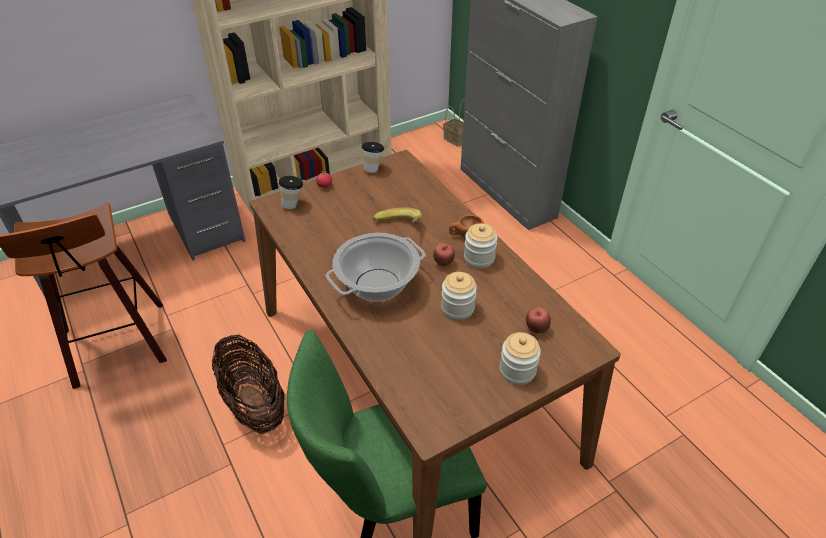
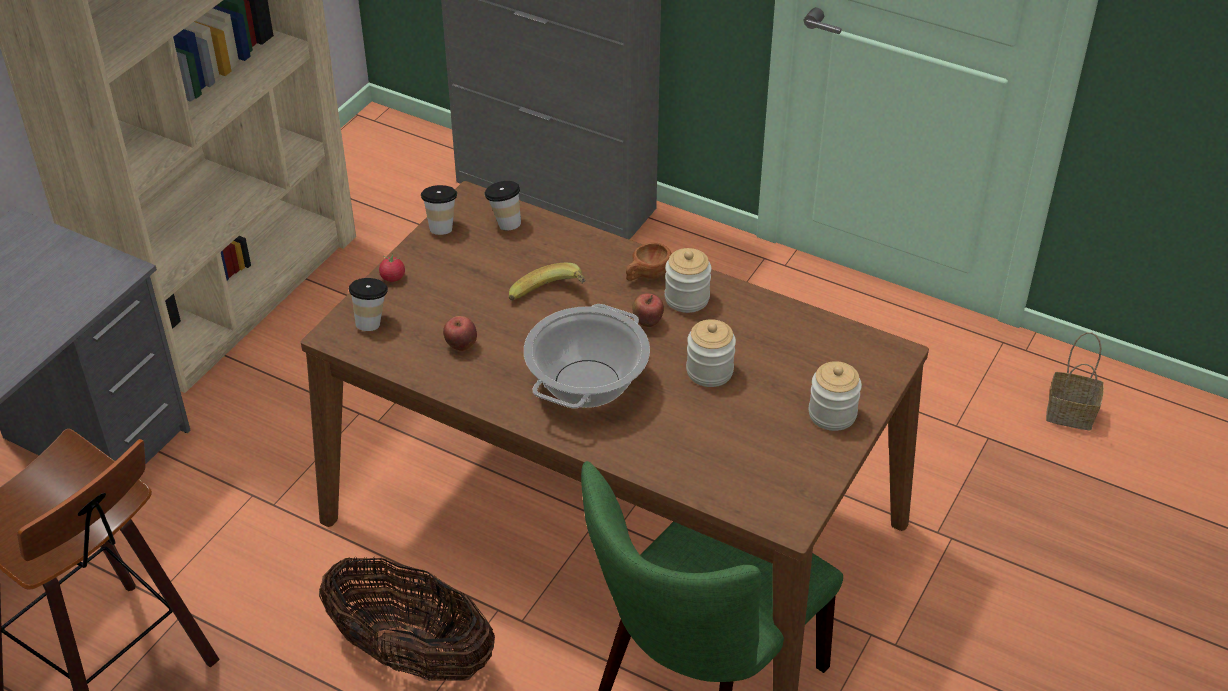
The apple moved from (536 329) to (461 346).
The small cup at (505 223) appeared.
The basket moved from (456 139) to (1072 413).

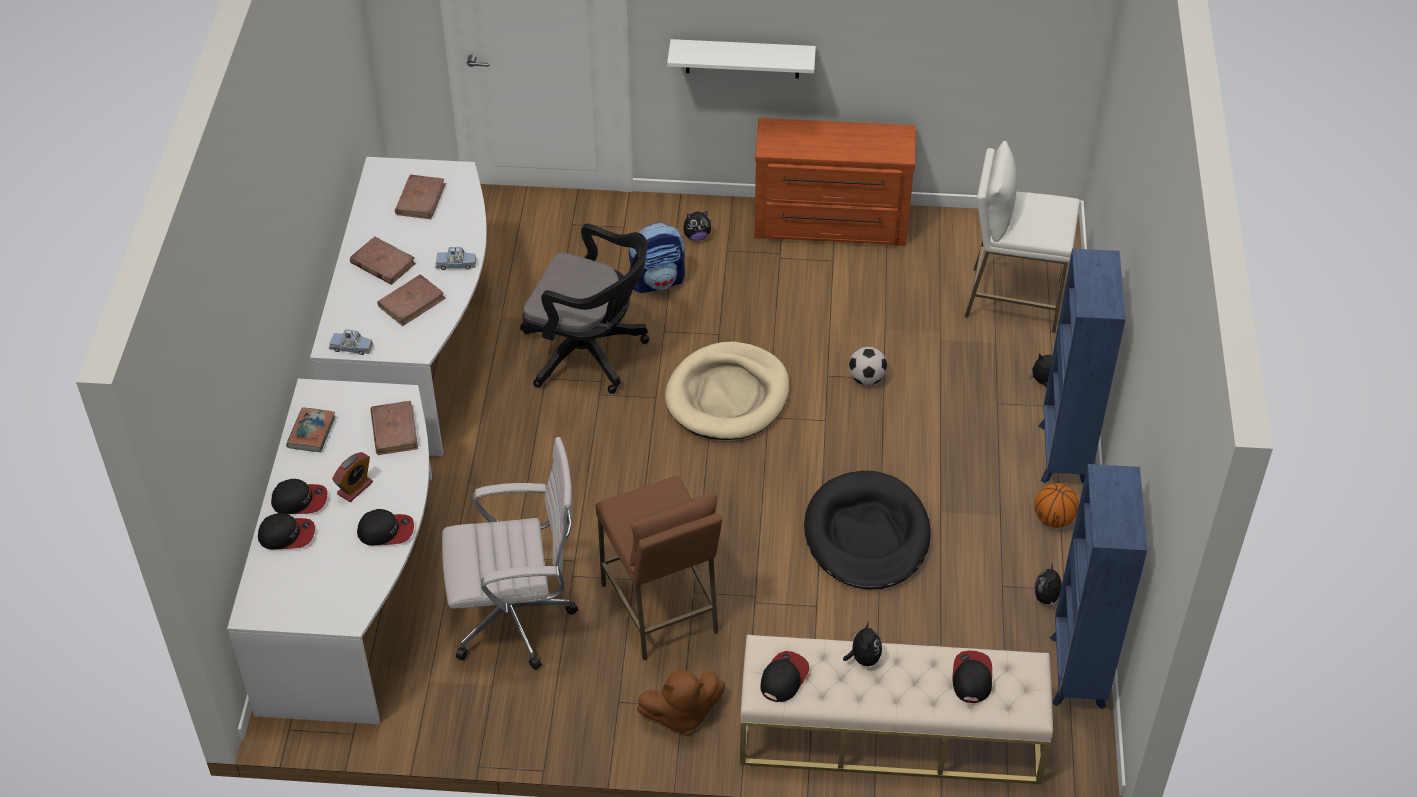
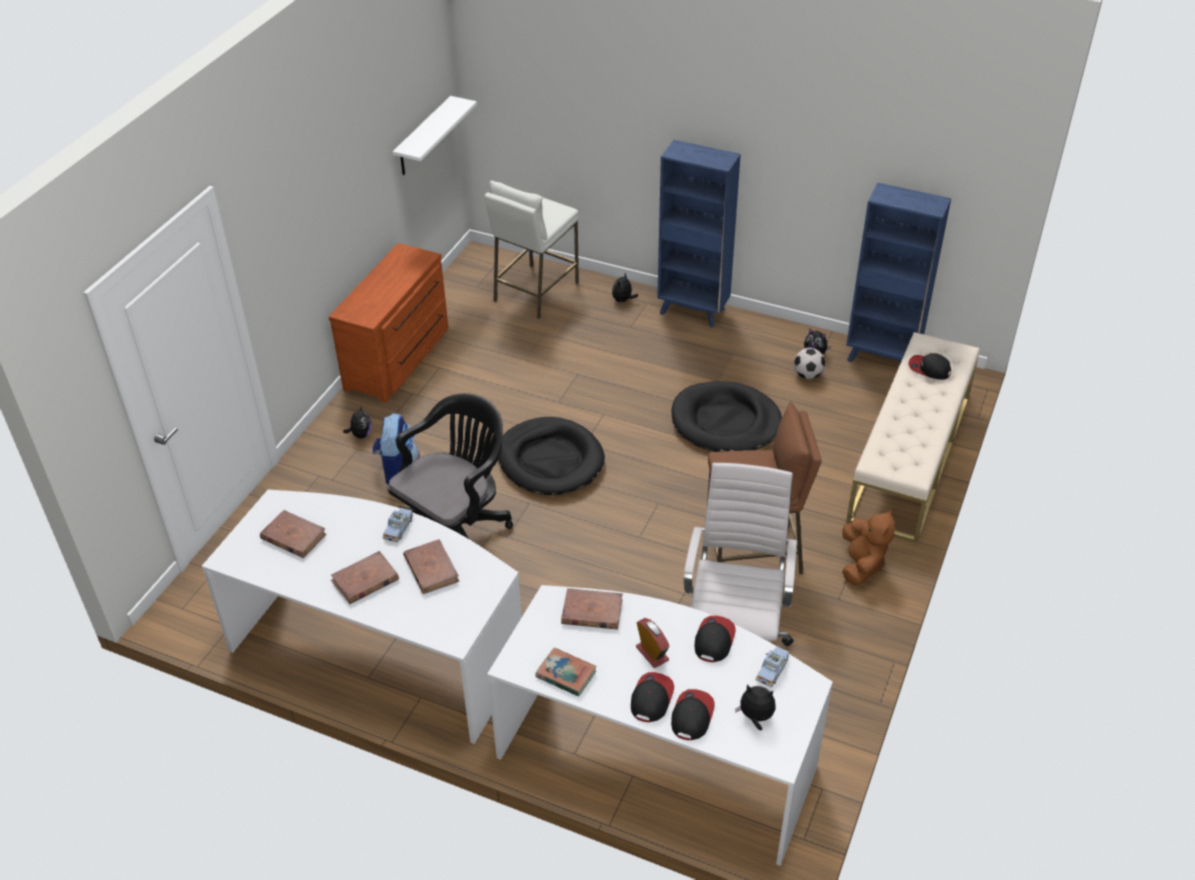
The white wall shelf moved from (742 58) to (423 137).
The beige dog cushion at (728 396) became the blackish dog cushion at (550 460).
The plush toy moved from (863 658) to (755 717).
The blue model car moved from (351 347) to (772 669).
The football ball moved from (866 378) to (807 375).
The cap at (783 678) disappeared.
The ball for basketball at (1053 519) disappeared.

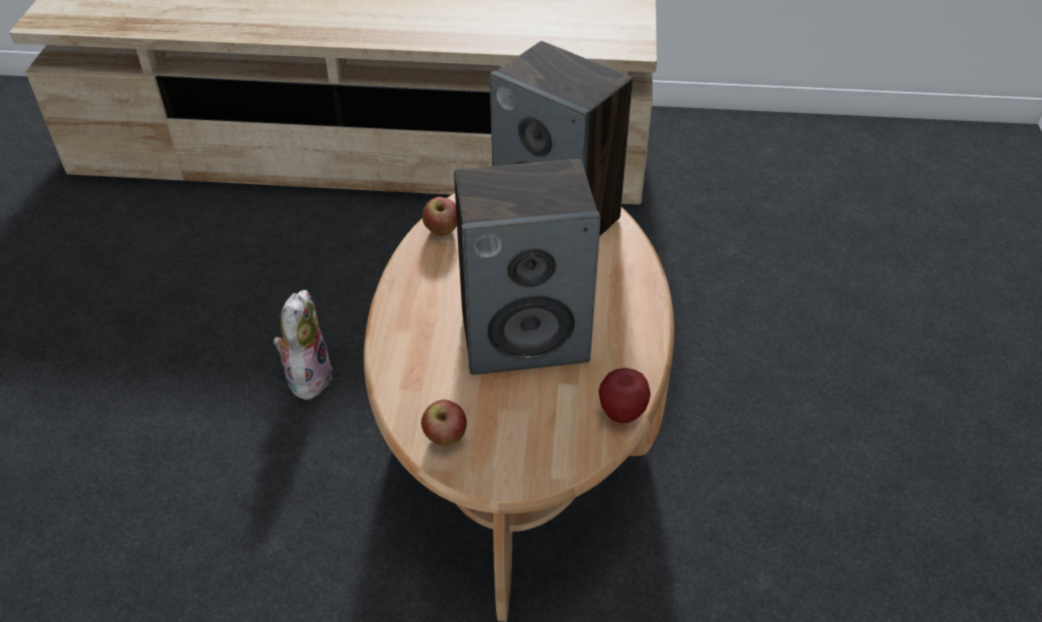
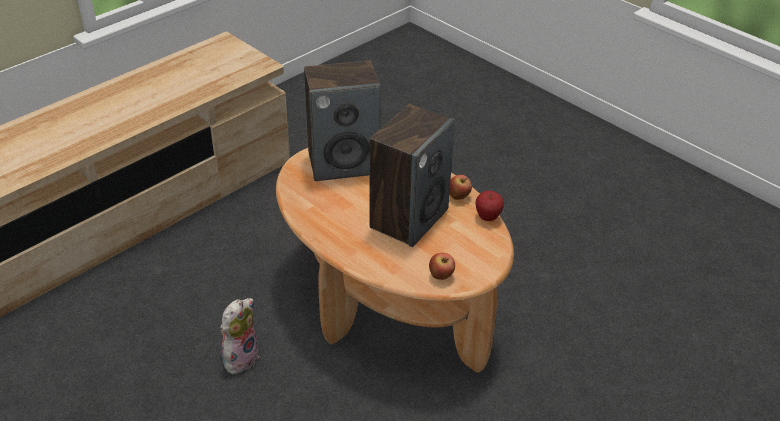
The plush toy at (307 376) turned 75 degrees clockwise.
The apple moved from (442 231) to (459 197).

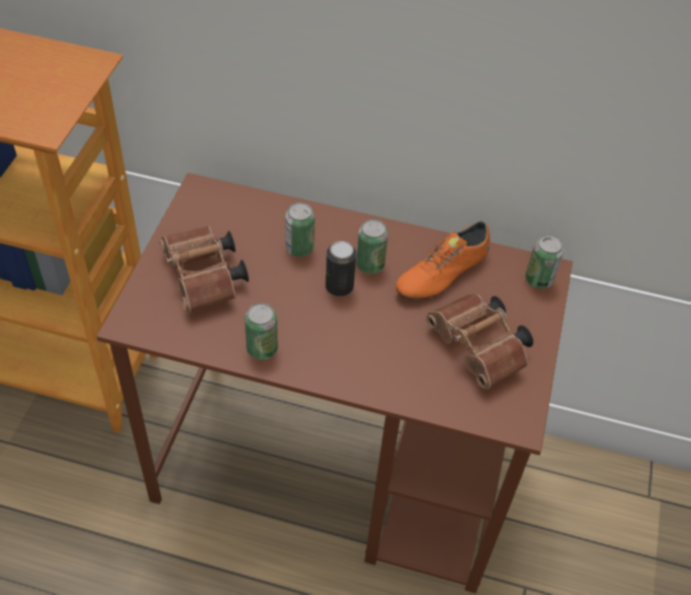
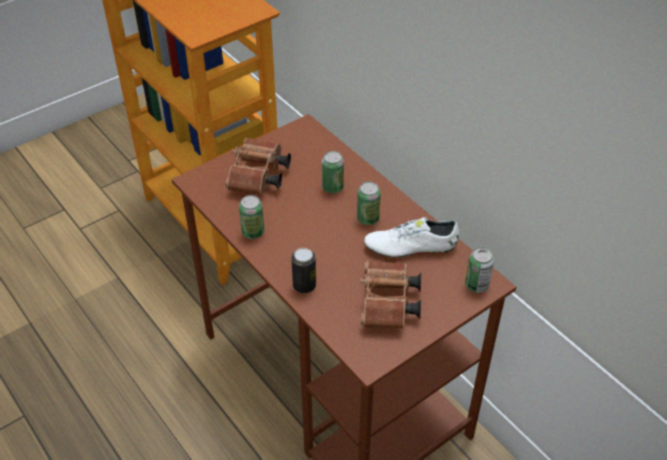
The can moved from (339 287) to (304 285).
The orange shoe at (442 274) became the white shoe at (410 247).

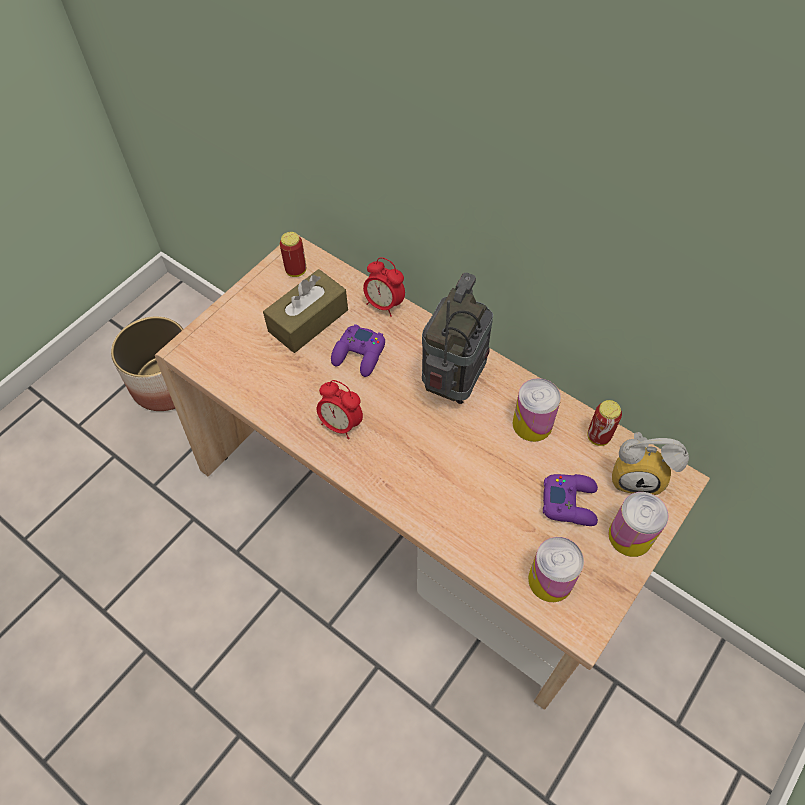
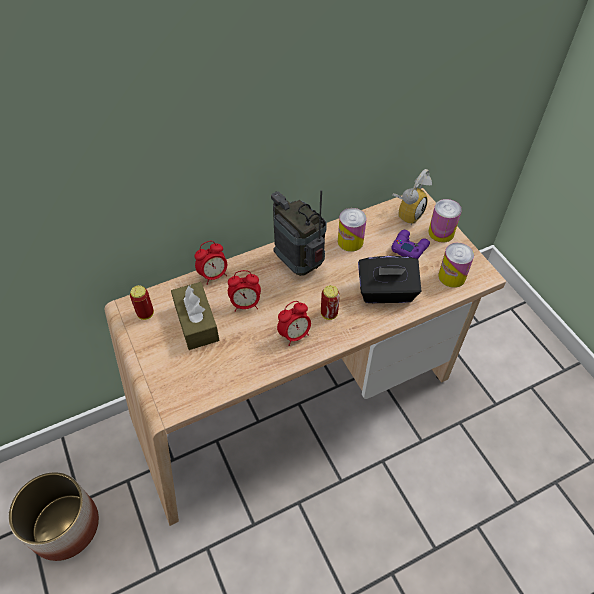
The purplish gamepad at (359 355) was replaced by the table clock at (245 304).
The can moved from (598 436) to (329 314).
The blackish box of tissues at (386 292) appeared.

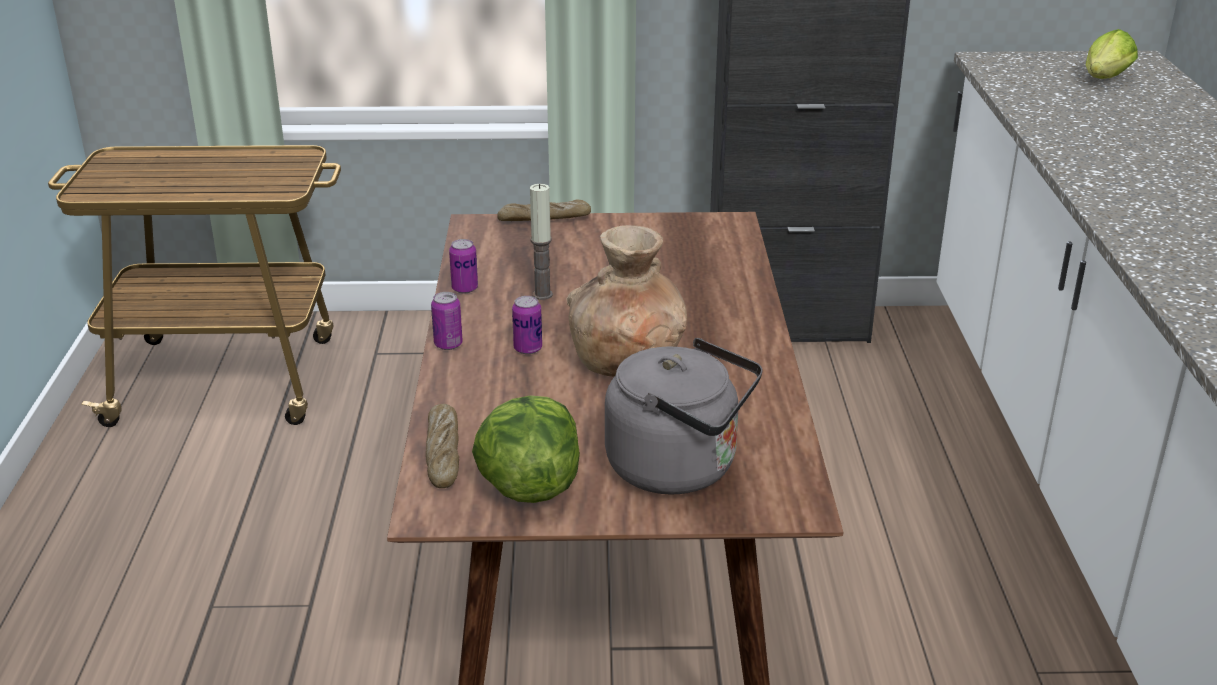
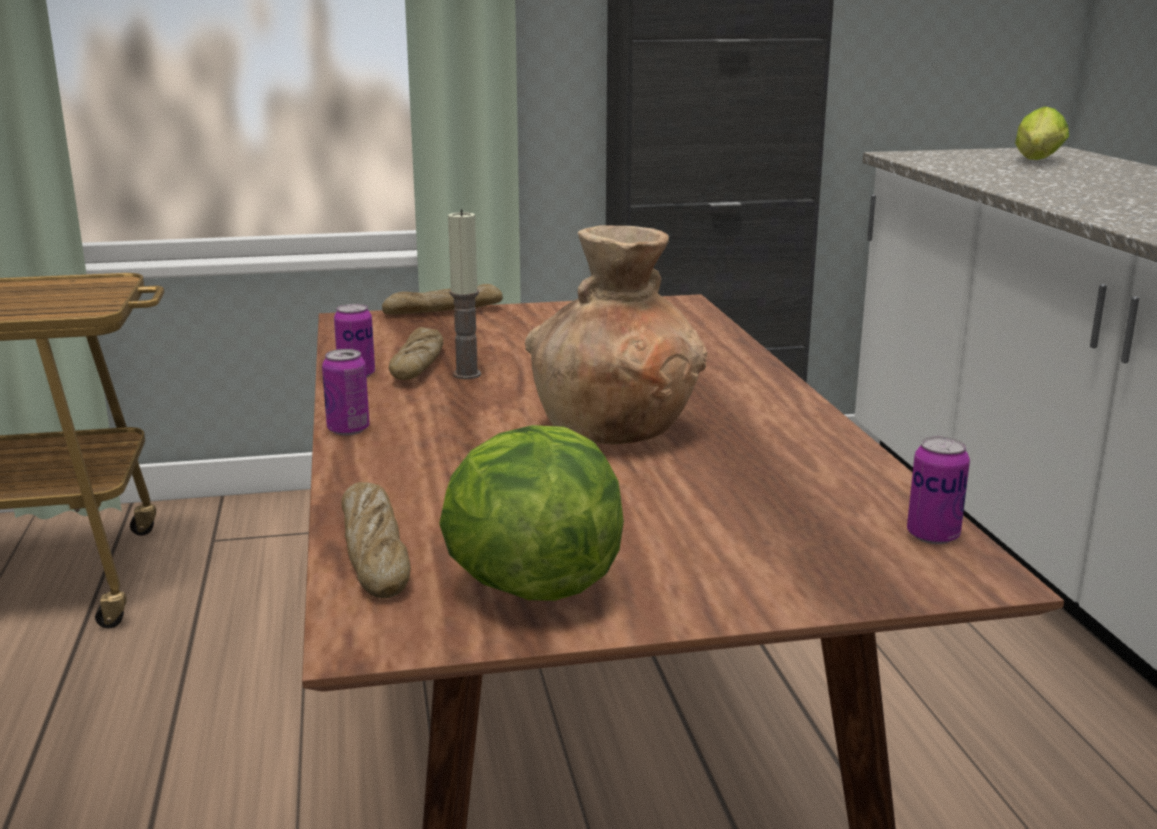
The bread at (417 366) appeared.
The can moved from (528 349) to (933 535).
The grey tea kettle at (680 468) disappeared.

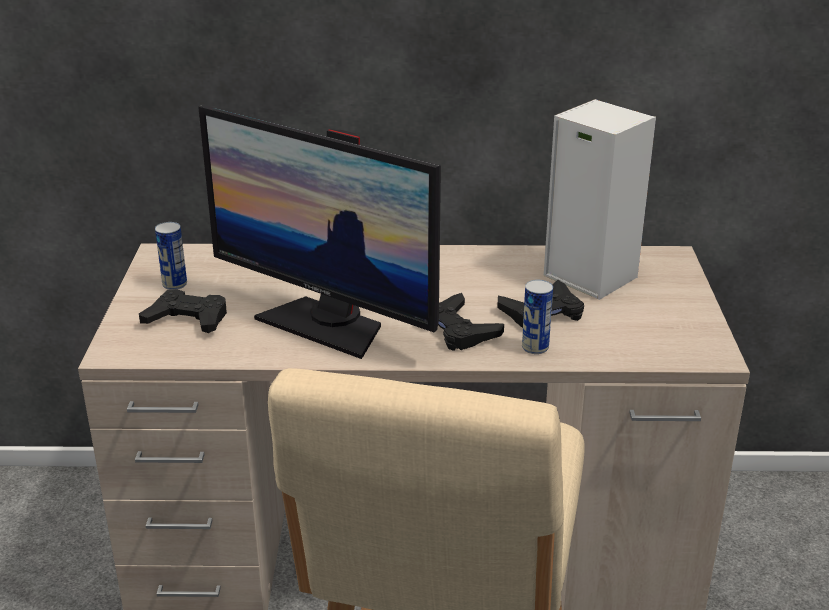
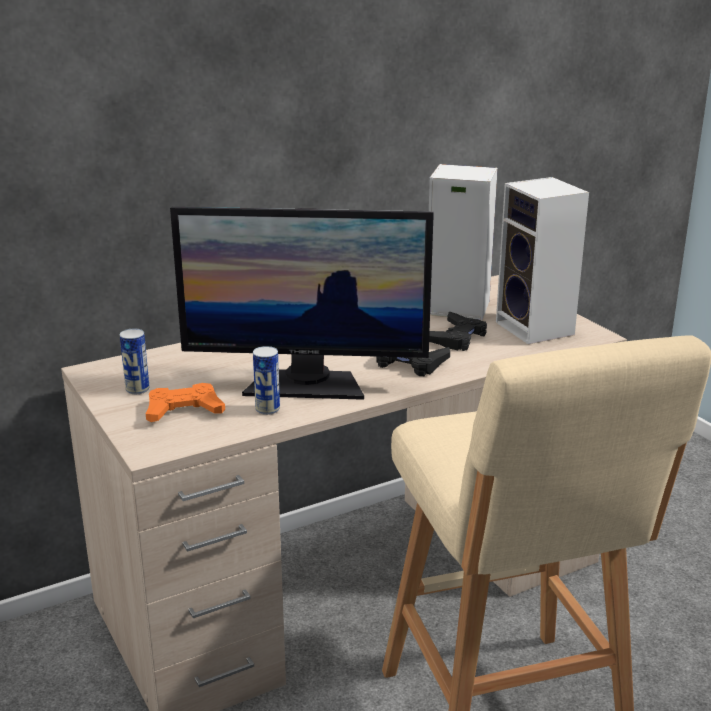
The blackish gamepad at (187 319) became the orange gamepad at (184 410).
The can moved from (535 347) to (267 409).
The speaker at (537 329) appeared.

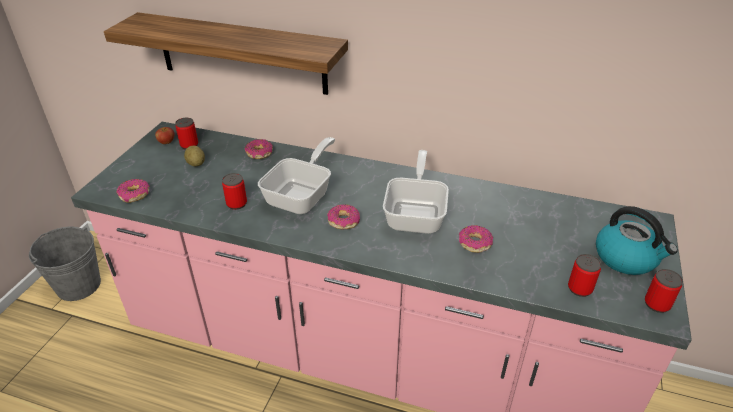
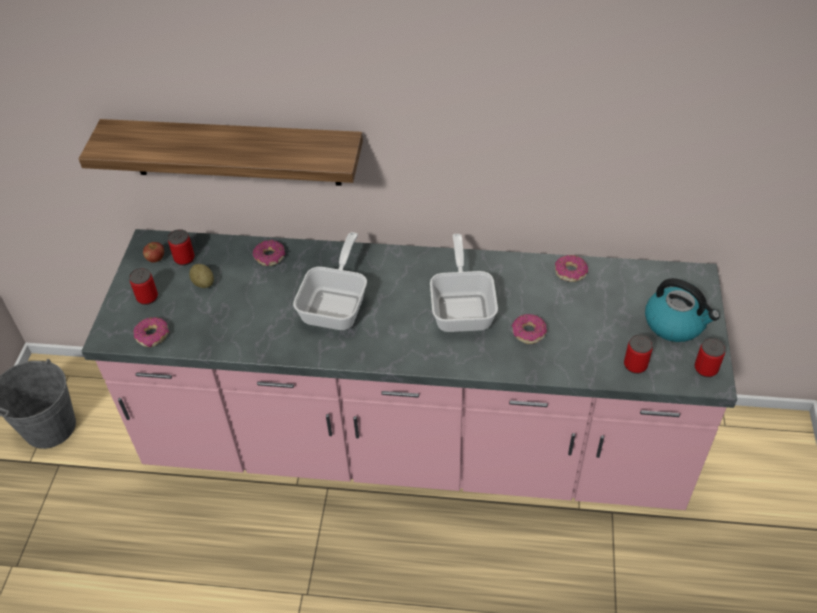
The can moved from (236 203) to (147 297).
The doughnut moved from (343 221) to (570 272).

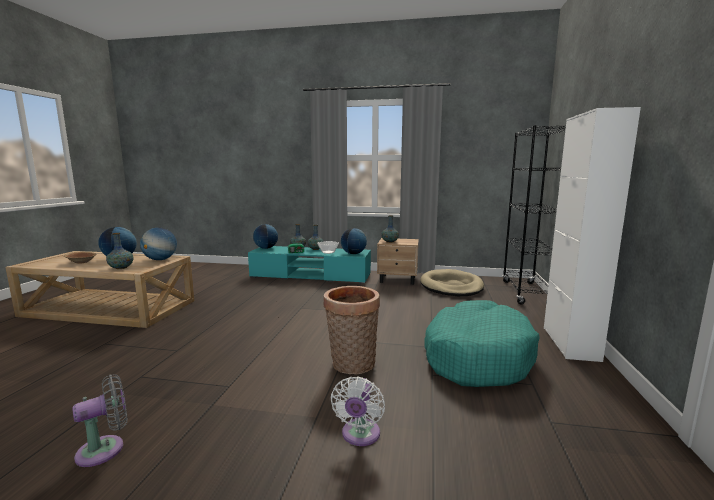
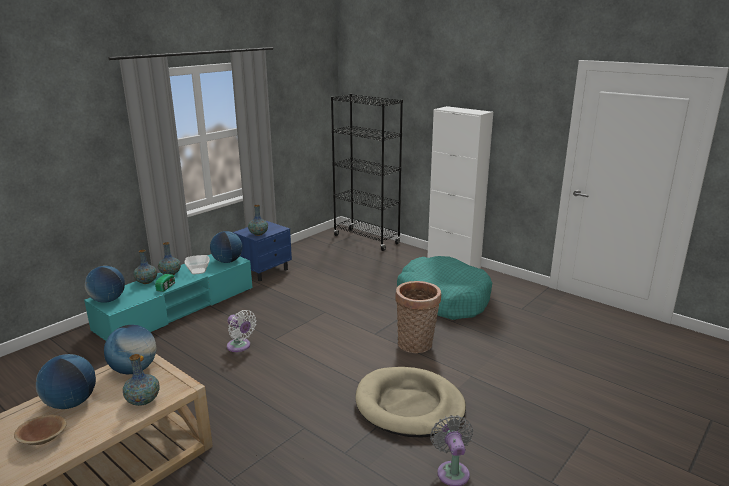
The white electric fan moved from (360 435) to (240 346).
The beige nightstand at (398 280) became the blue nightstand at (265 271).
The beige dog cushion moved from (451 286) to (409 406).

